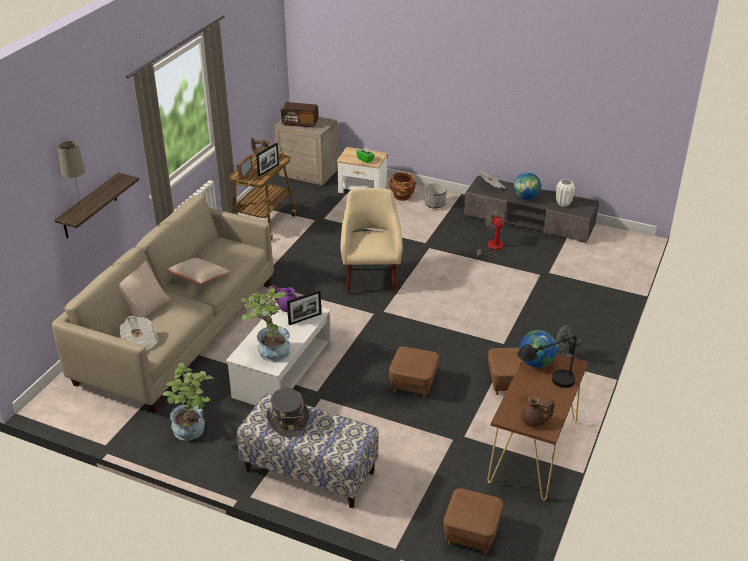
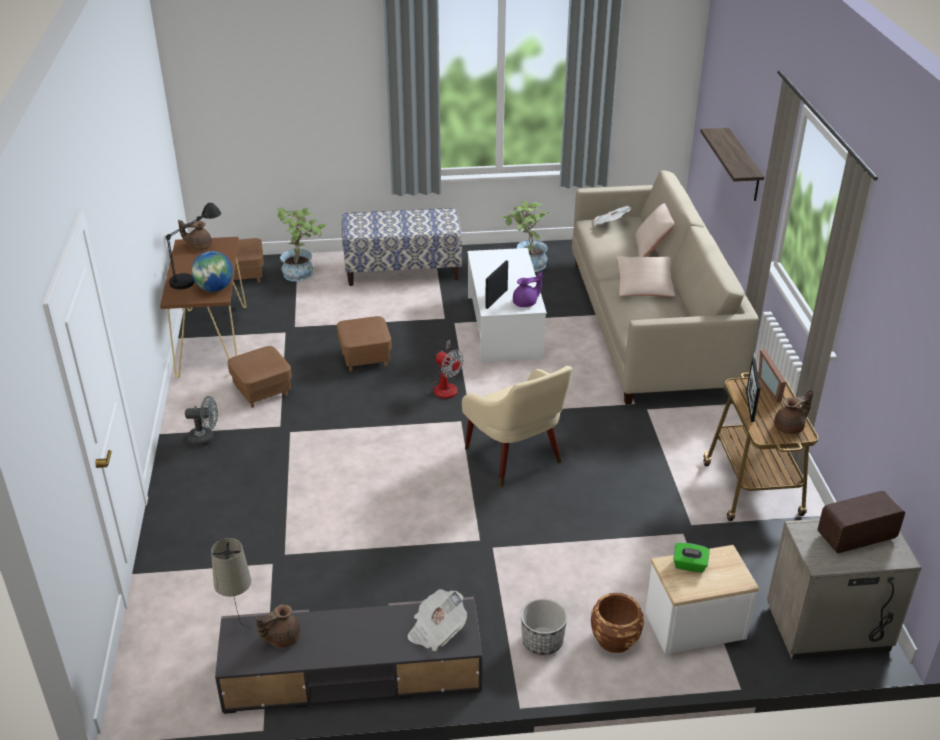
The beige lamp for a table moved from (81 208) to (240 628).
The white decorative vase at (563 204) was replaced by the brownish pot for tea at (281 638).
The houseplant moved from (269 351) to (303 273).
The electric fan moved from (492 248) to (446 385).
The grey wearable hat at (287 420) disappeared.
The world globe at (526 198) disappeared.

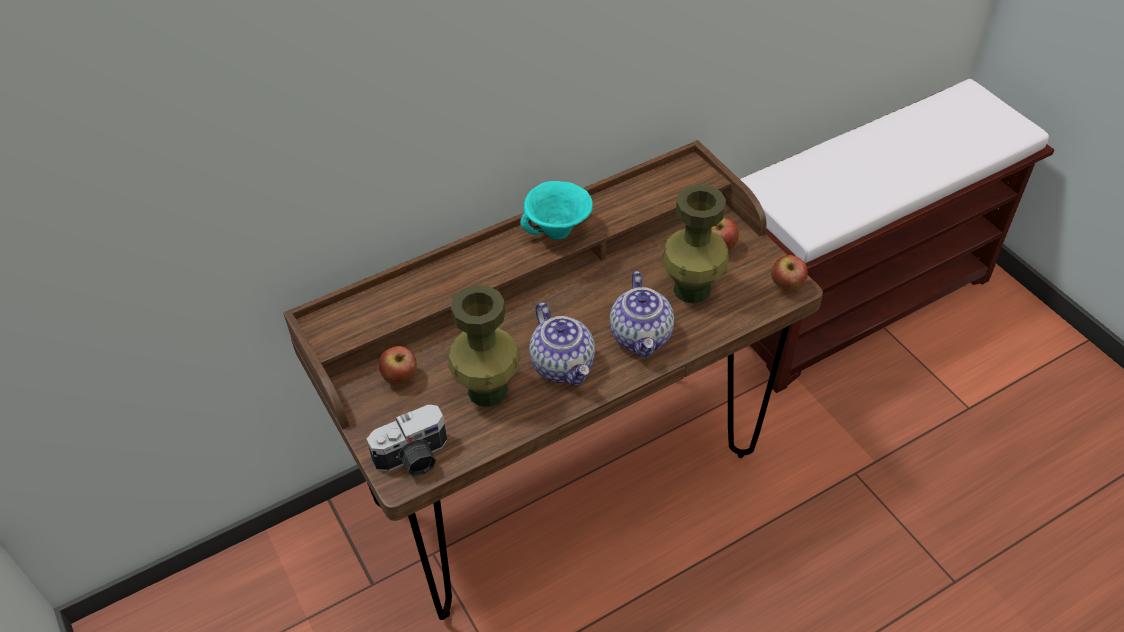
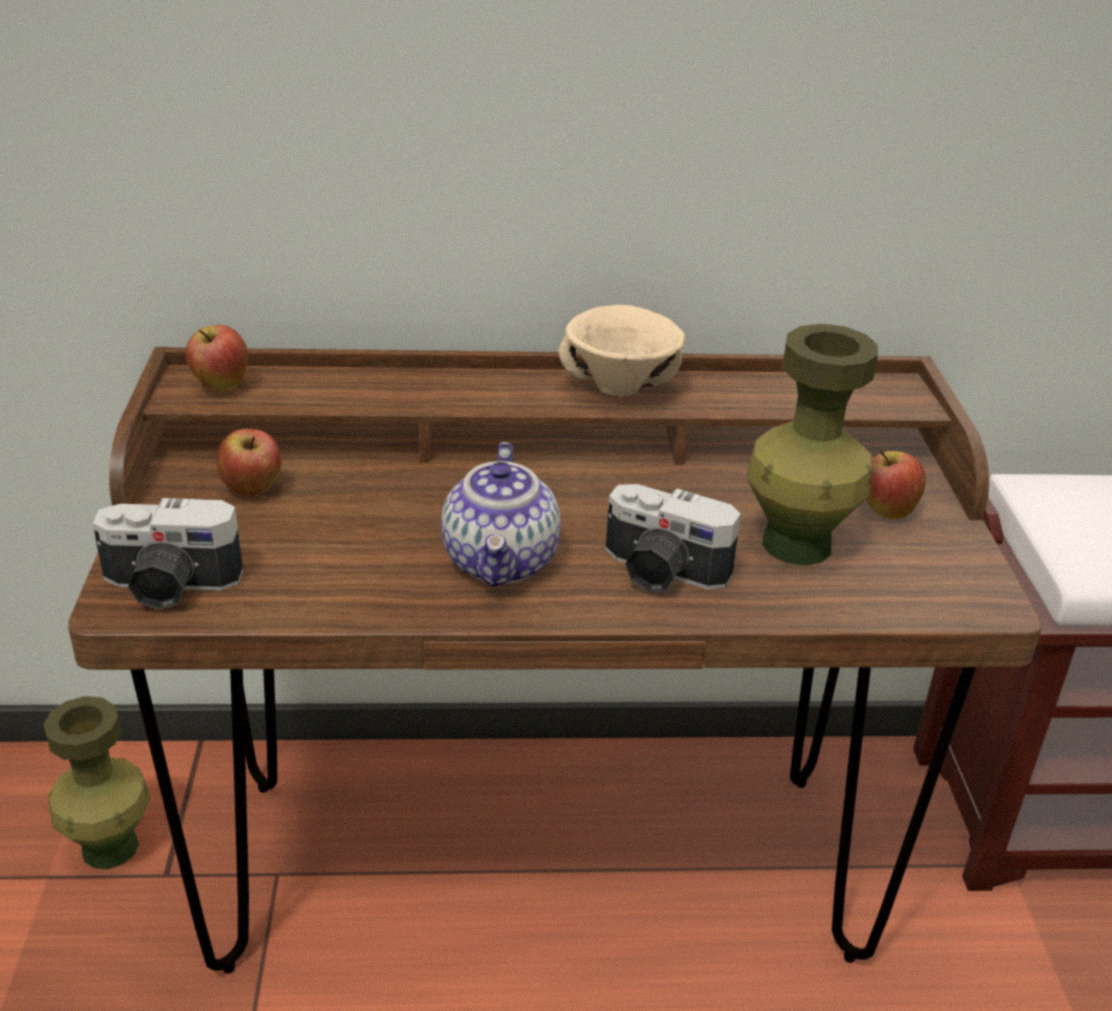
The greenish decorative vase moved from (487 390) to (110 847).
The apple moved from (786 286) to (220 386).
The turquoise-coloured deep dish at (557 232) became the beige deep dish at (618 389).
The pot for tea at (642 336) was replaced by the still camera at (661 572).

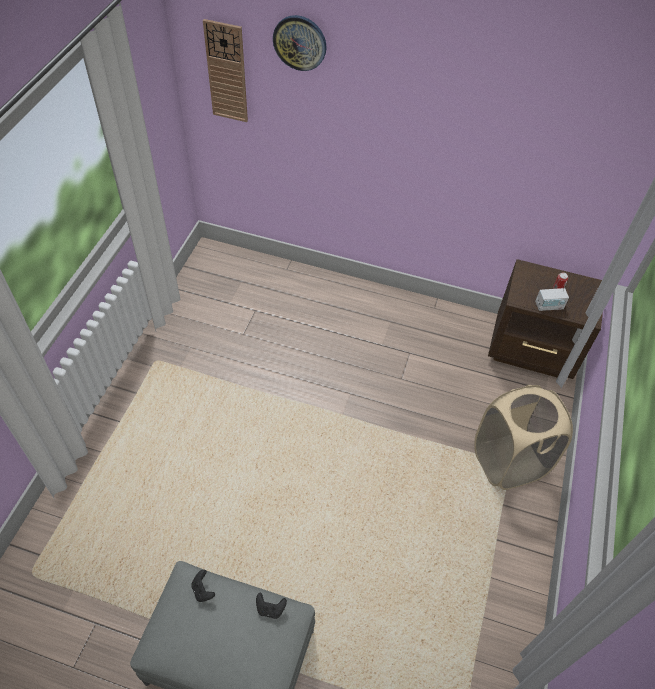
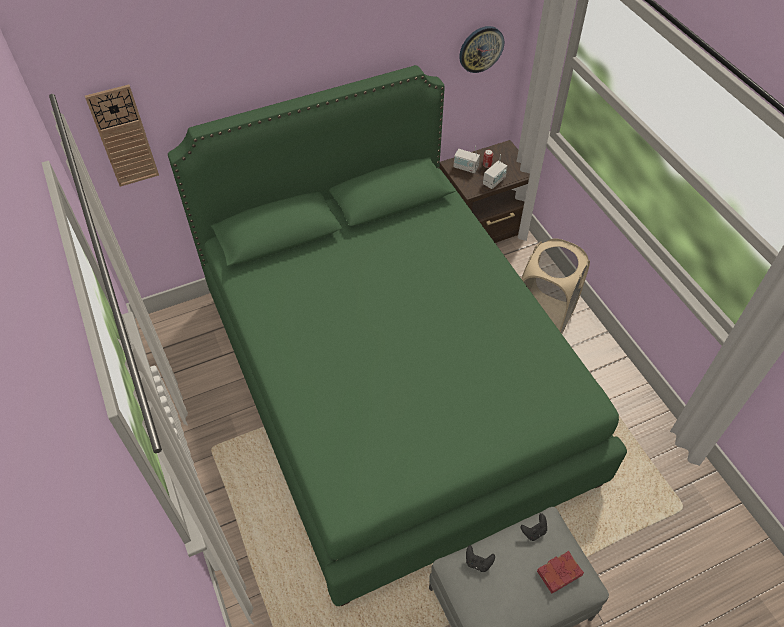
The greenish sleeping bed at (391 383) appeared.
The radio set at (465 168) appeared.
The hanging clock moved from (300 42) to (481 49).
The red-coloured volume at (558 573) appeared.

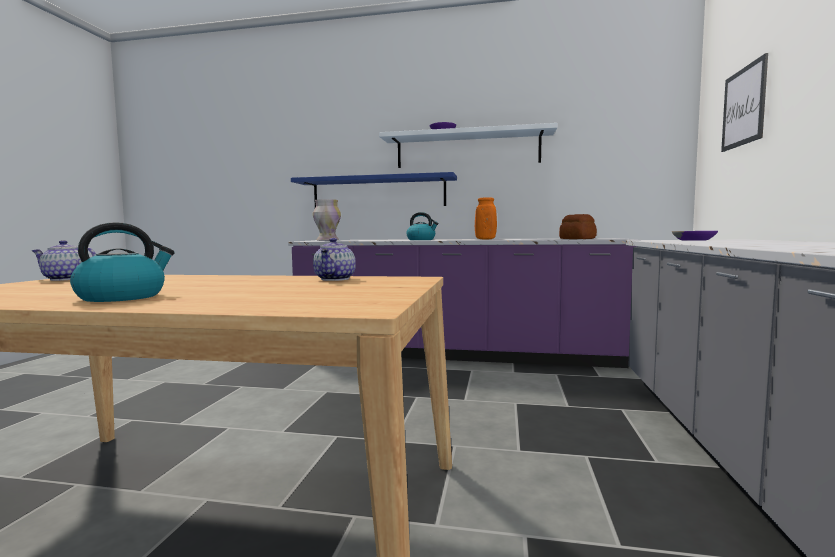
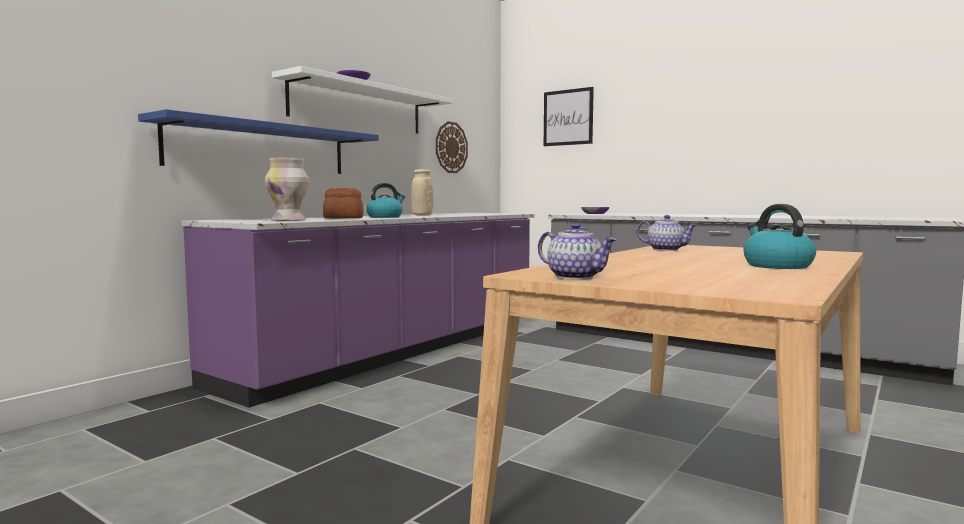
The bread moved from (577 239) to (344 218).
The orange decorative vase at (485 239) became the beige decorative vase at (422 215).
The hanging clock at (451 147) appeared.
The pot for tea at (65 279) turned 75 degrees counterclockwise.

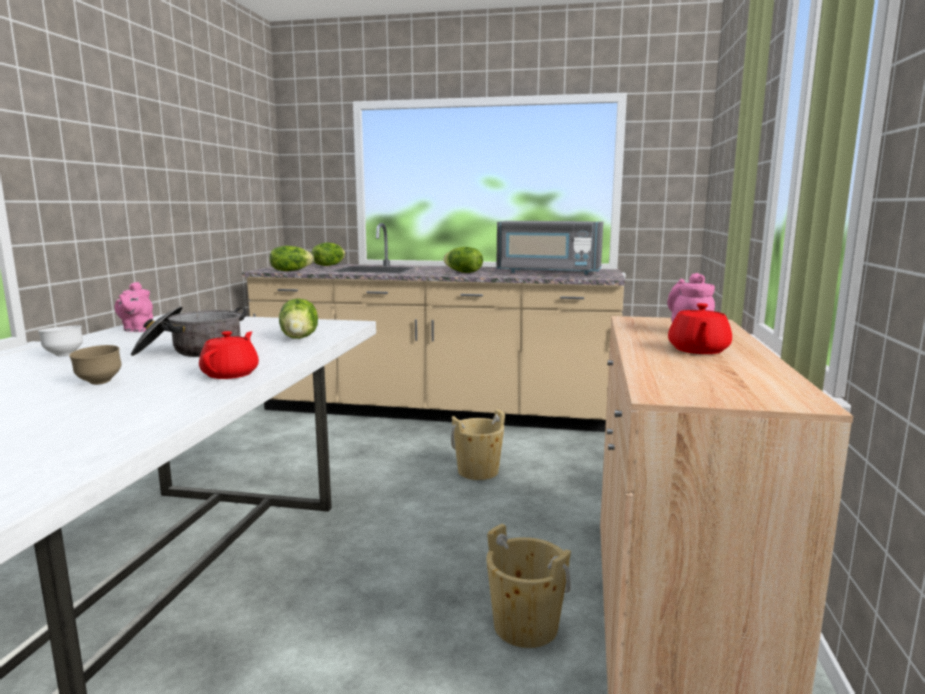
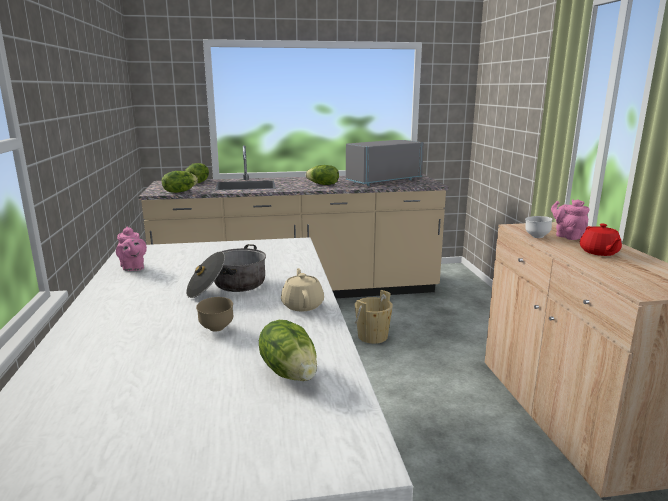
The lettuce moved from (300 338) to (290 372).
The red-coloured pot for tea at (231 374) became the beige pot for tea at (302 305).
The grey kitchen microwave at (548 272) turned 150 degrees clockwise.
The white deep dish moved from (64 355) to (536 237).
The beige pail at (525 626) disappeared.

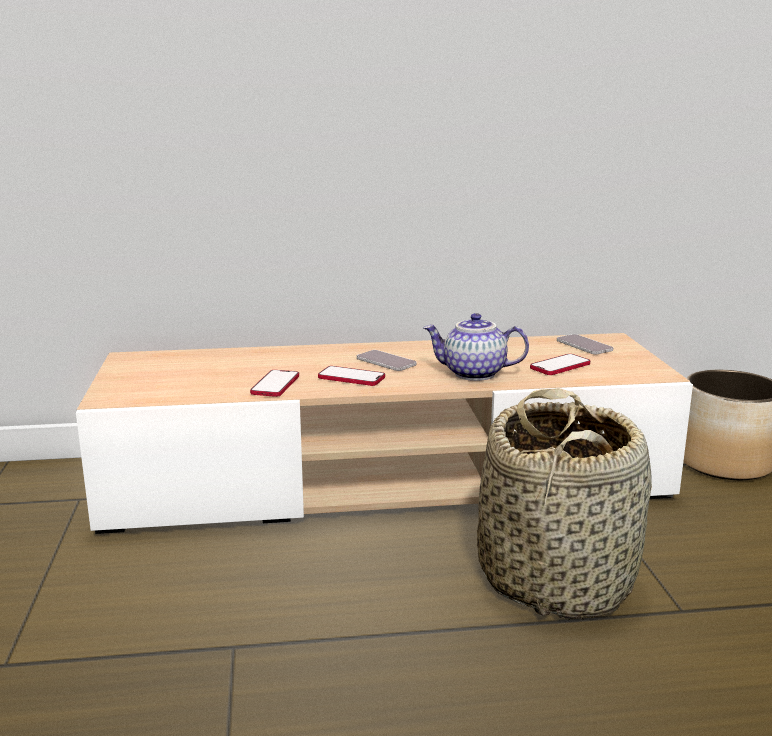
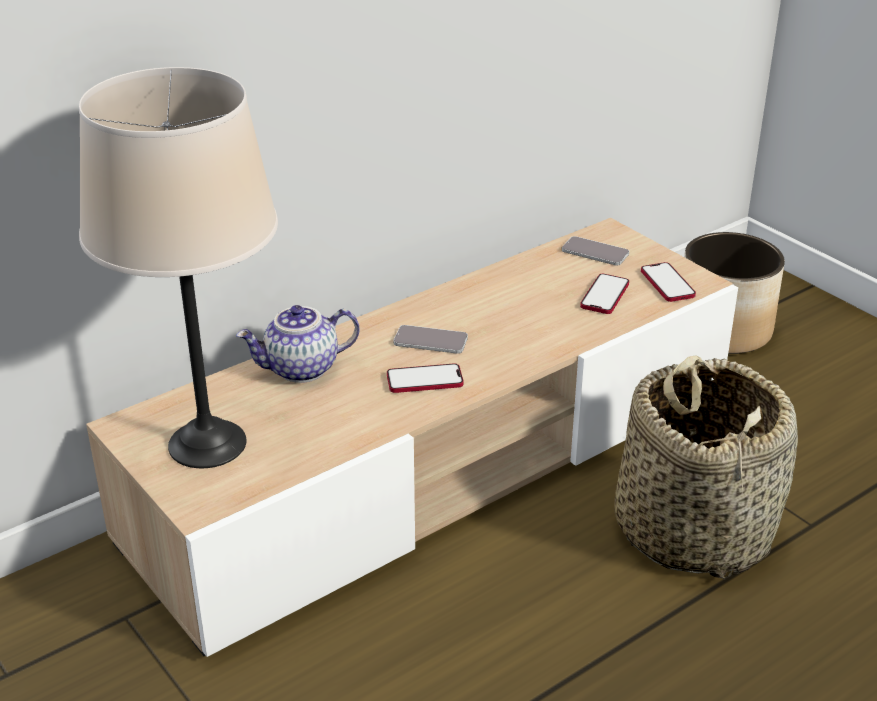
The beige lamp for a table at (207 444) appeared.
The pot for tea moved from (473 374) to (301 370).
The handset moved from (275 385) to (667 284).

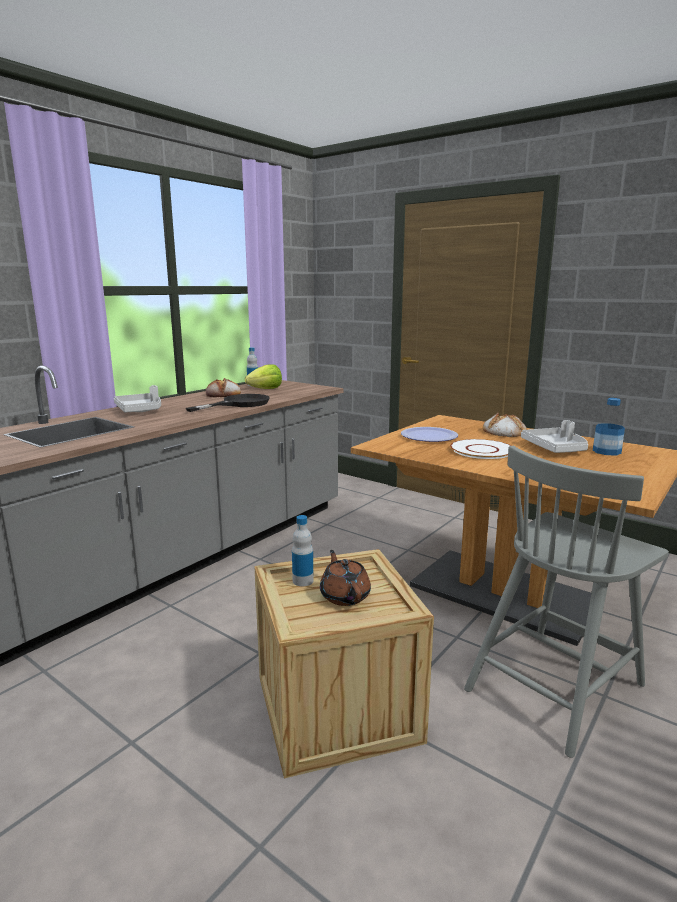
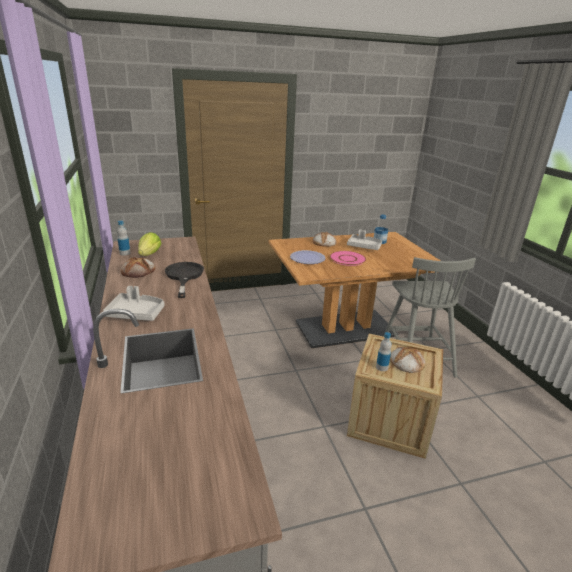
The white plate at (481 450) became the pinkish plate at (347 259).
The brownish pot for tea at (344 595) was replaced by the bread at (406 362).

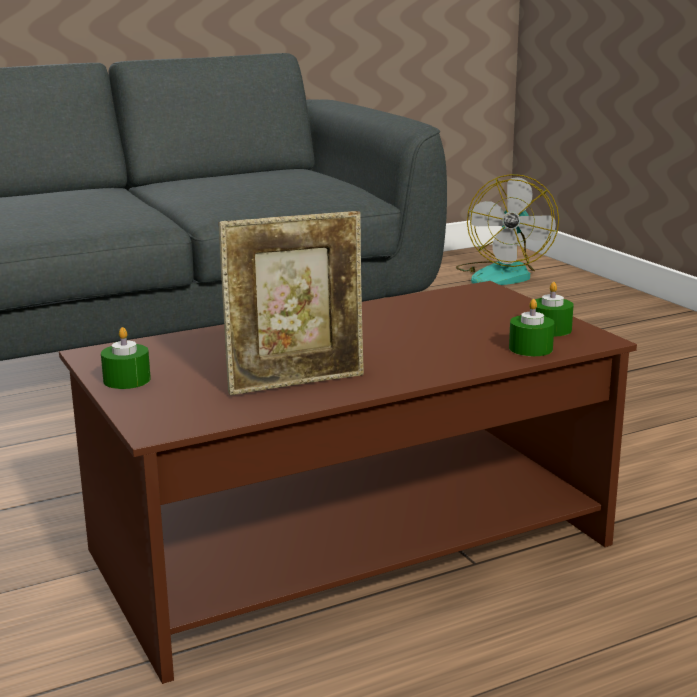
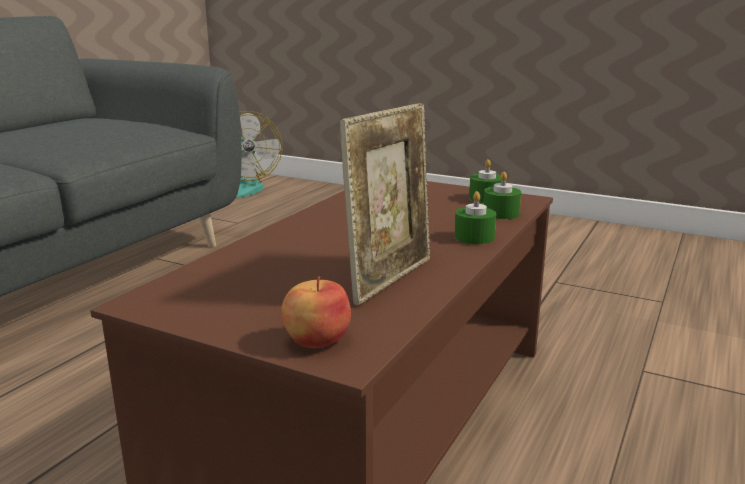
The apple at (316 340) appeared.
The greenish wax candle moved from (127 380) to (474 237).

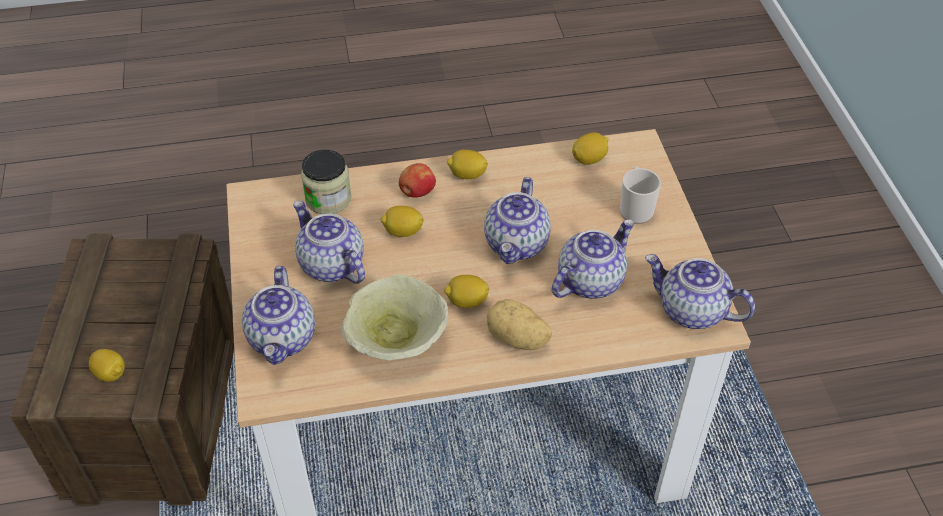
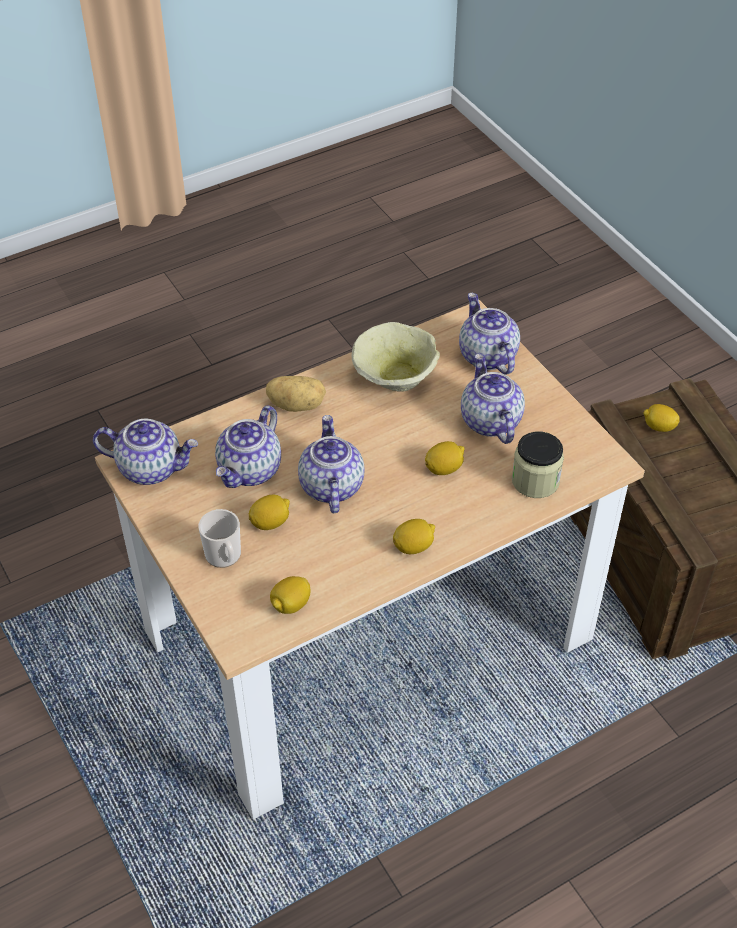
The citrus fruit moved from (466 301) to (270 522).
The pot for tea at (330 265) turned 135 degrees counterclockwise.
The apple at (417 192) disappeared.

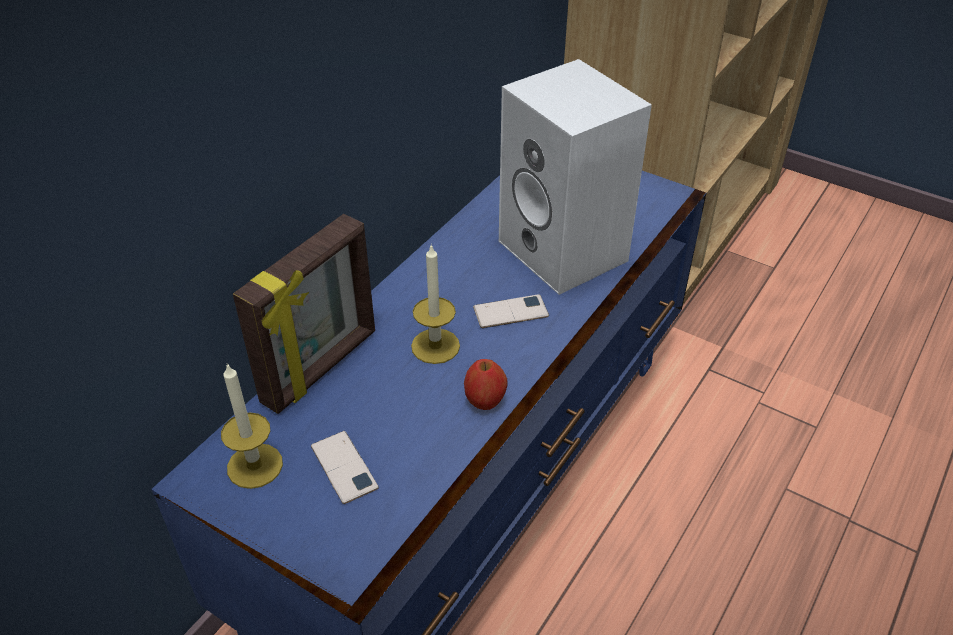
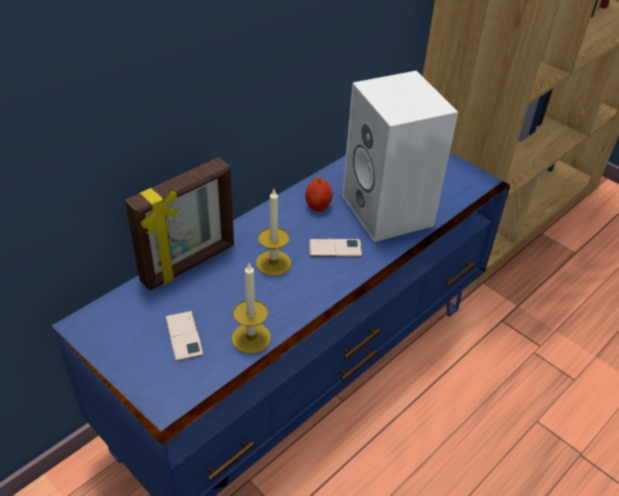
The wax candle moved from (255 466) to (251 338).
The apple moved from (485 400) to (318 206).

